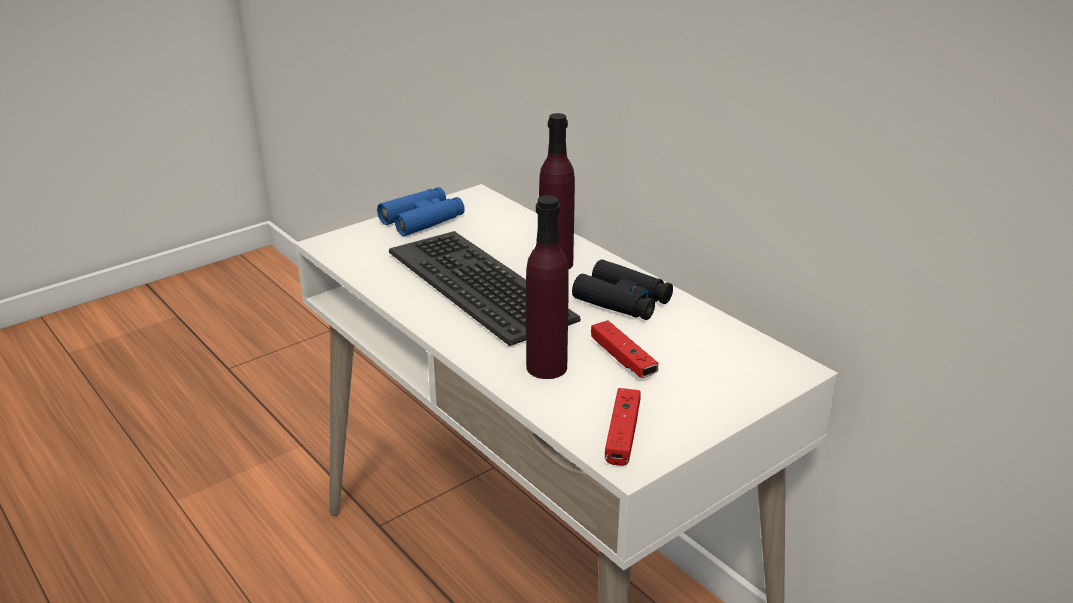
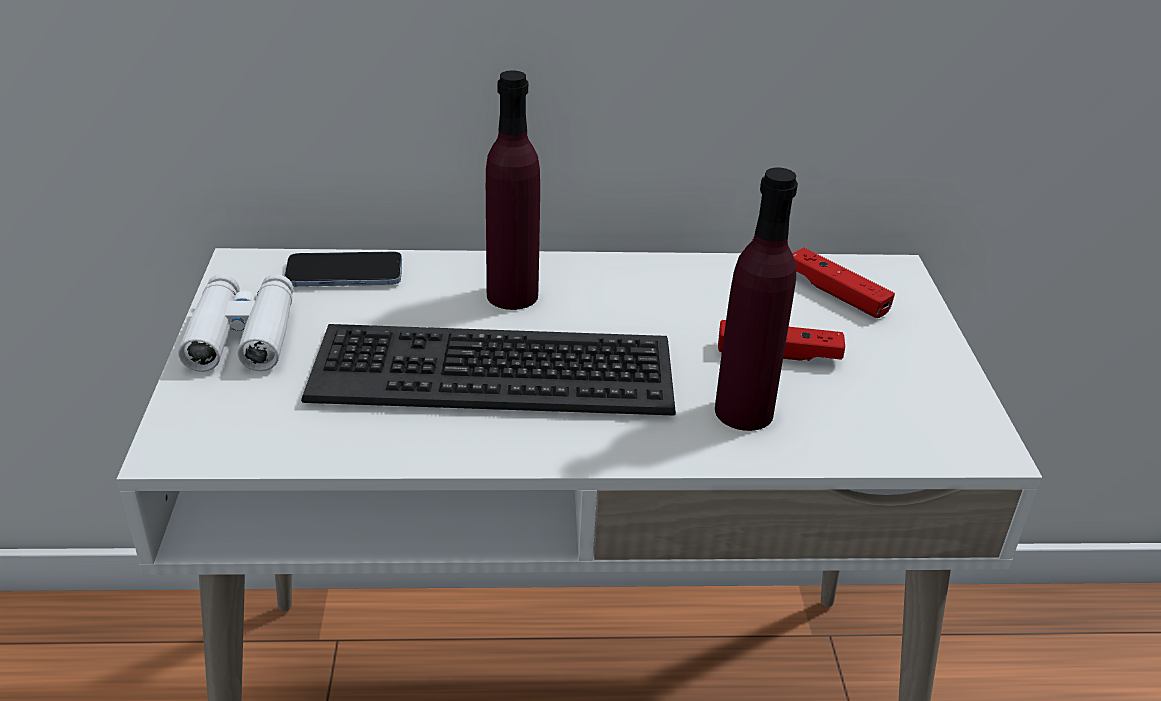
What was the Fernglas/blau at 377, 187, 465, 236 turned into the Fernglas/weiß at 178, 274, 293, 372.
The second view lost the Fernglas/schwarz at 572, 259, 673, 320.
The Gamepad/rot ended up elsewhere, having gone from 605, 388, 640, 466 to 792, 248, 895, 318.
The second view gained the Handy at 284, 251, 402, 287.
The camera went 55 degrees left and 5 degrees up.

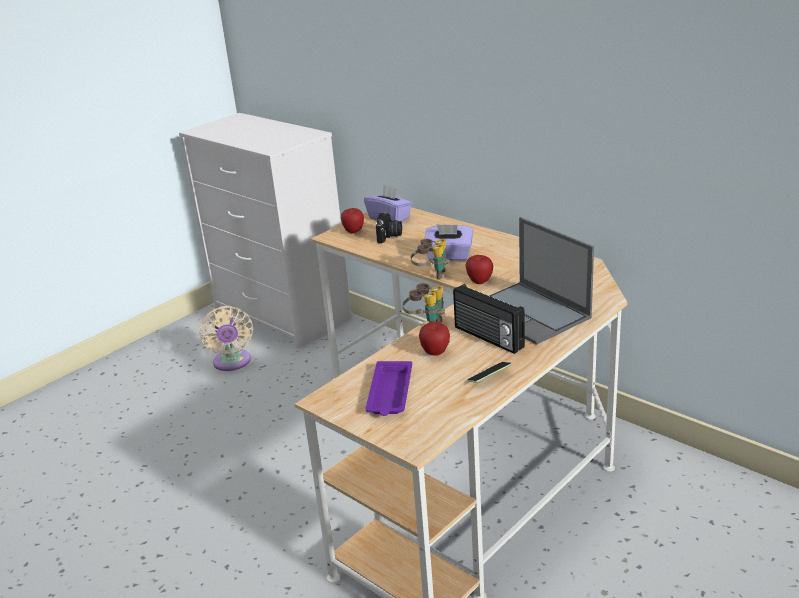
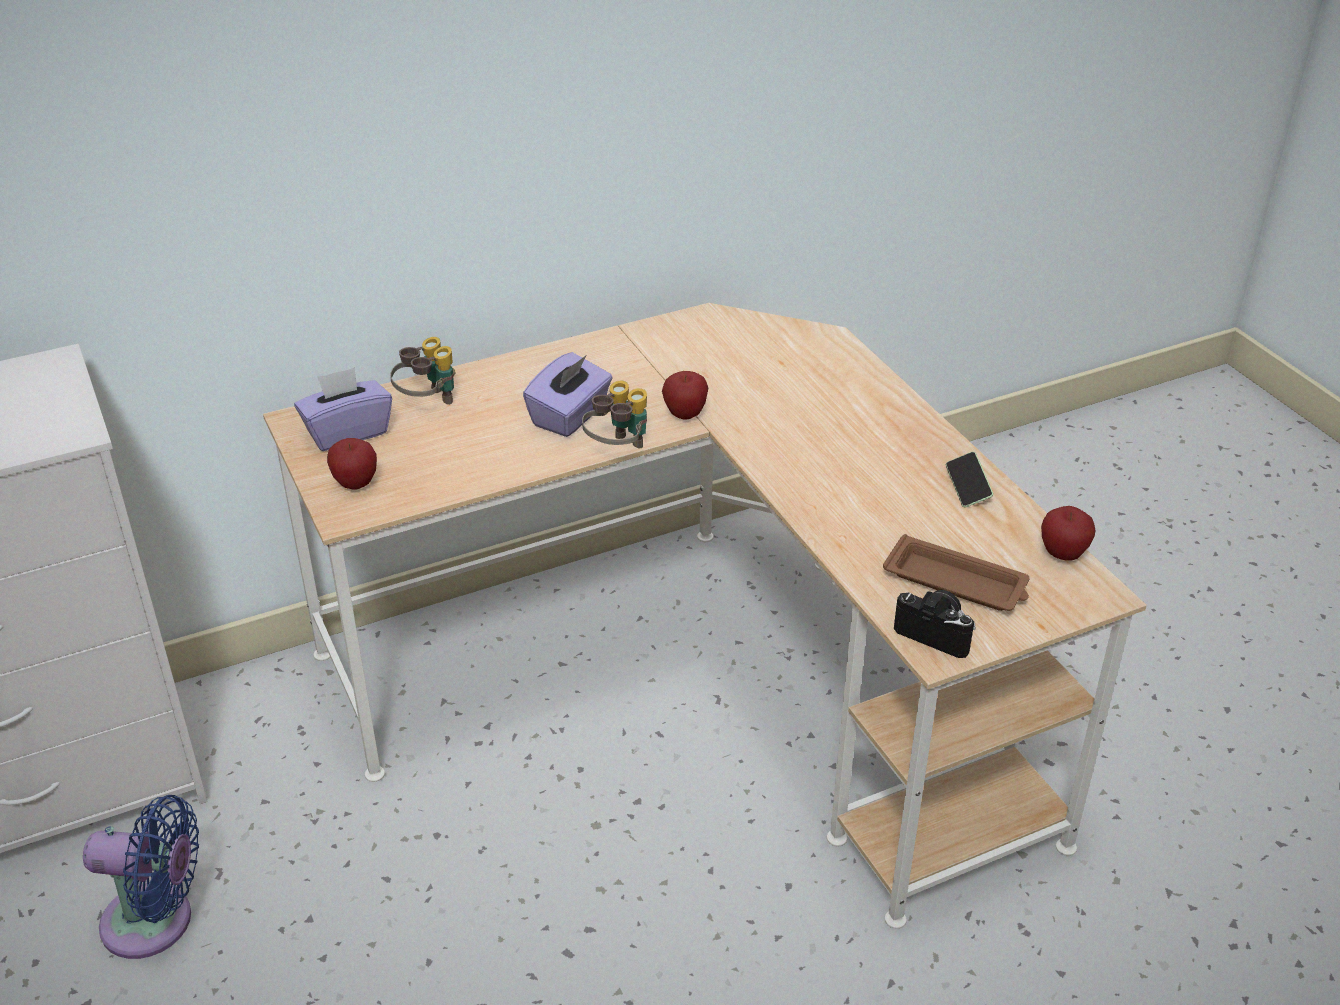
What was the Ventilator/beige at 199, 306, 253, 371 turned into the Ventilator/blau at 83, 795, 199, 959.
What was the Tablett/lila at 365, 361, 412, 416 turned into the Tablett/braun at 883, 534, 1030, 611.
The Kamera ended up elsewhere, having gone from 376, 212, 402, 244 to 894, 590, 976, 658.
The Fernglas ended up elsewhere, having gone from 403, 283, 445, 323 to 390, 337, 455, 405.
The Apfel ended up elsewhere, having gone from 419, 322, 450, 356 to 1041, 506, 1096, 561.
The second view lost the Radio at 453, 284, 525, 354.
The second view lost the Laptop at 489, 217, 594, 345.
The camera went 70 degrees left and 10 degrees up.

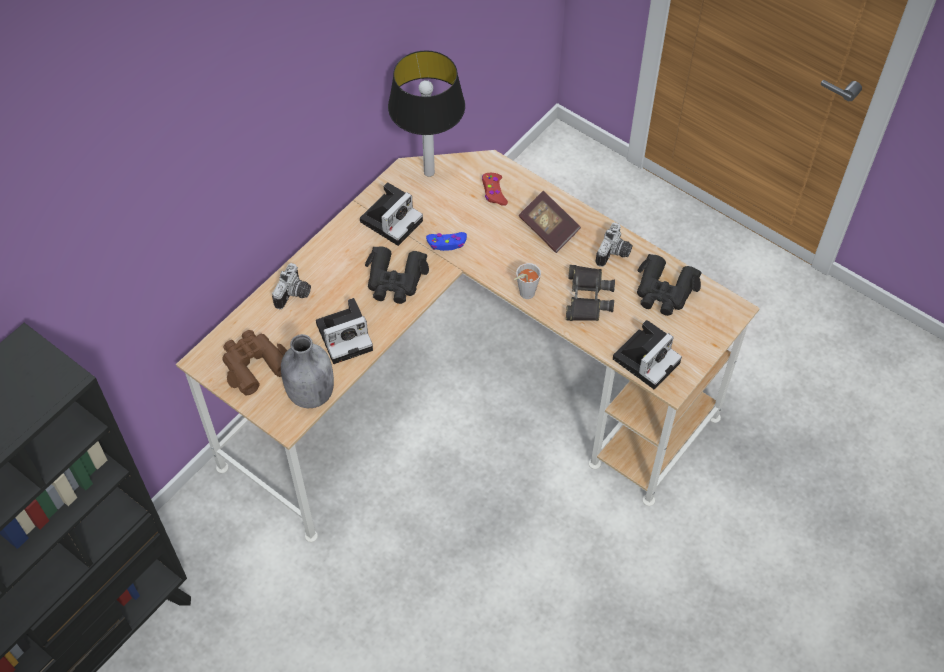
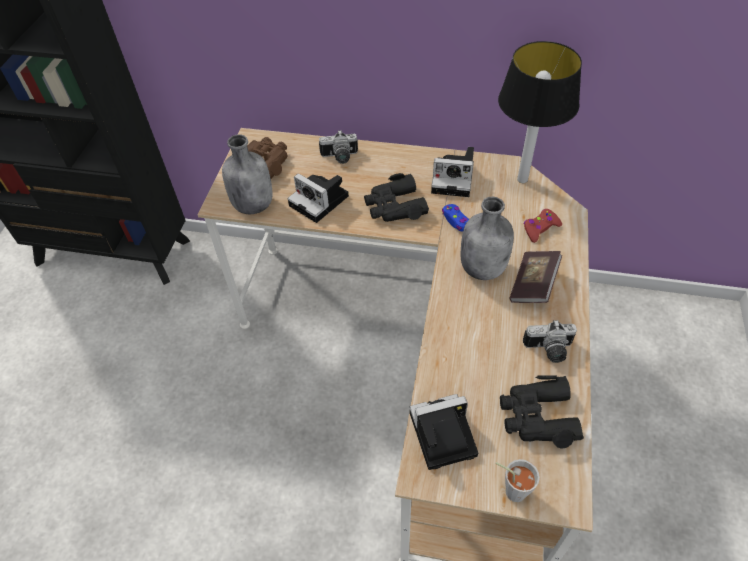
The Tasse/grau ended up elsewhere, having gone from 514, 263, 541, 299 to 496, 459, 540, 502.
The second view lost the Fernglas/schwarz at 566, 265, 615, 321.
The Kamera at 613, 320, 682, 389 ended up facing another way, 150 degrees clockwise from before.
The second view gained the Flasche/grau at 461, 197, 514, 280.
The camera went 65 degrees right and 5 degrees down.

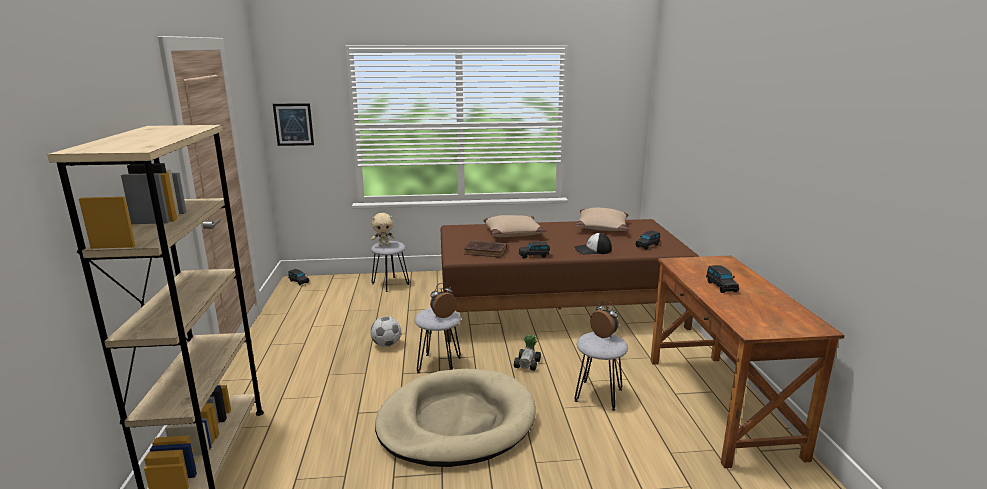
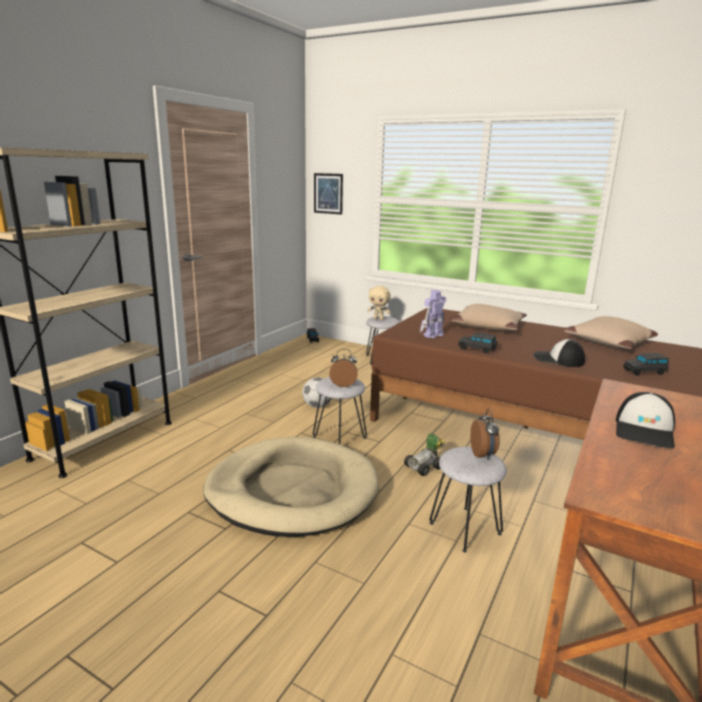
Where the Buch/braun stood at 464, 240, 507, 258, the Spielzeugroboter came to stand at 420, 290, 446, 338.
Where the Spielzeugauto/schwarz stood at 706, 265, 739, 293, the Kappe came to stand at 616, 392, 675, 448.
The camera went 35 degrees right and 0 degrees up.

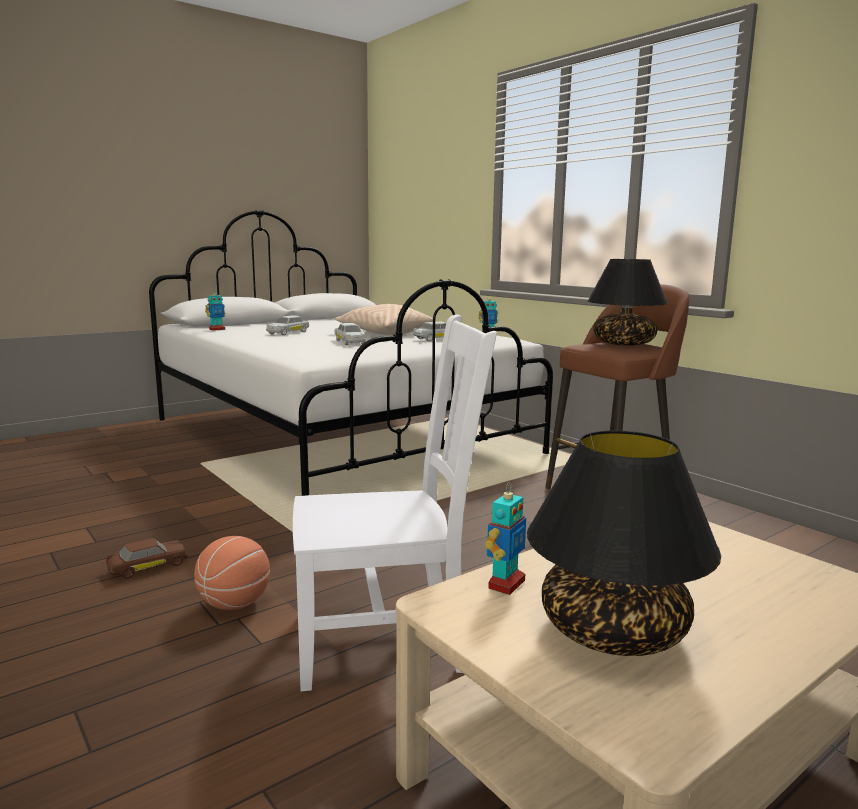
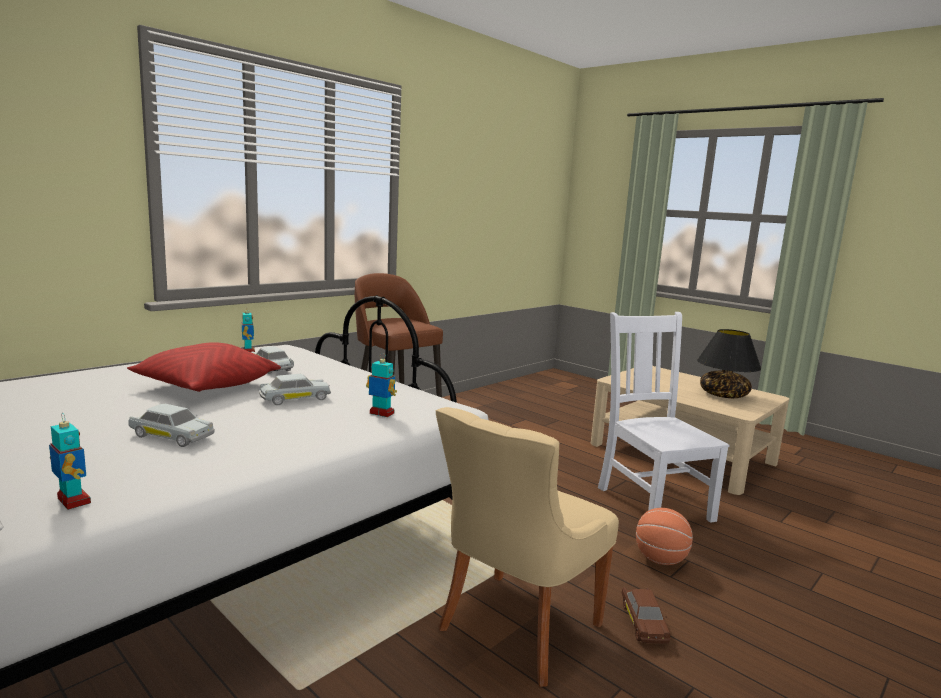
The Spielzeugauto/braun at 106, 538, 188, 579 ended up facing another way, 135 degrees counterclockwise from before.
What was the Kissen/beige at 334, 304, 433, 335 turned into the Kissen/rot at 127, 342, 281, 392.
The Spielzeugroboter ended up elsewhere, having gone from 485, 482, 526, 595 to 366, 355, 397, 417.
The second view lost the Tischlampe/schwarz at 588, 259, 668, 346.
The second view gained the Stuhl/beige at 436, 407, 619, 687.
The camera went 100 degrees left and 0 degrees up.

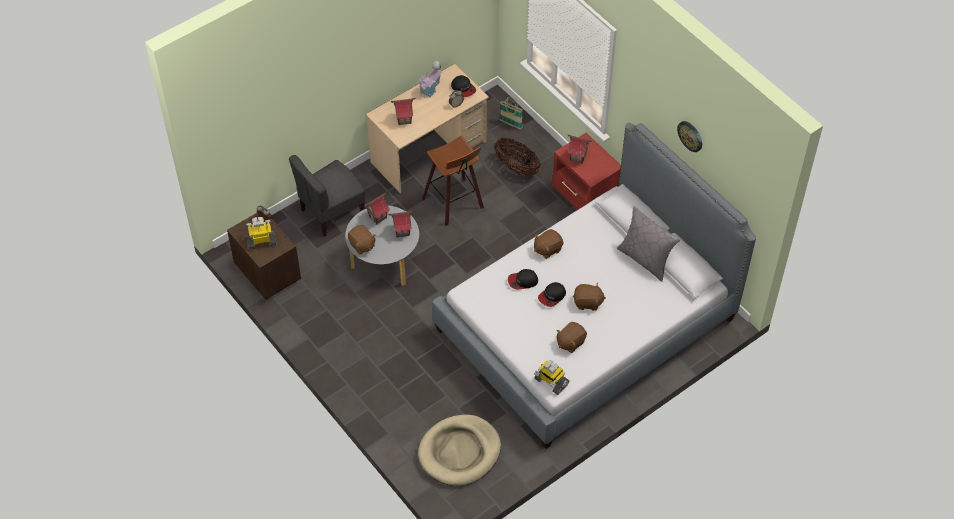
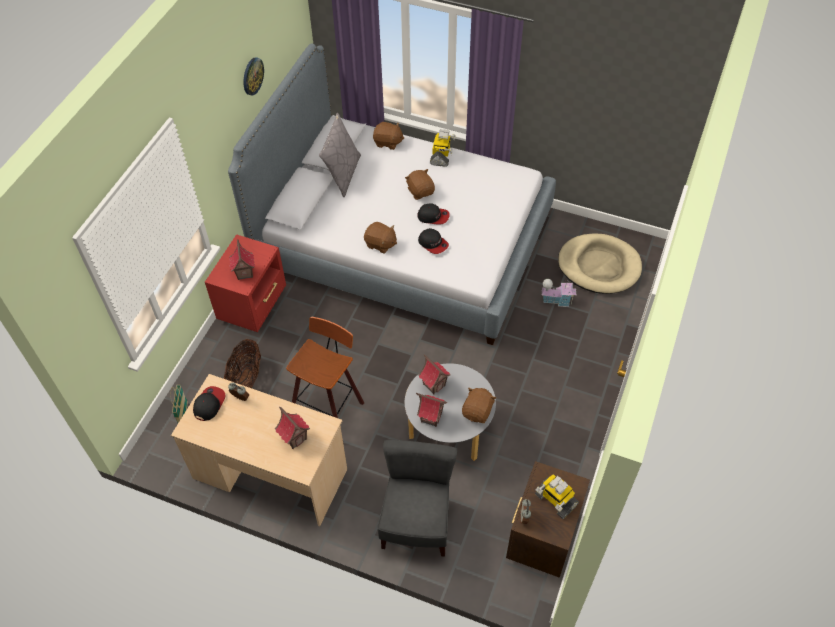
The Stuhl/grau at 289, 155, 365, 237 ended up facing another way, 105 degrees counterclockwise from before.
The Spielzeughaus ended up elsewhere, having gone from 418, 61, 442, 98 to 542, 279, 576, 307.
The Spielzeugroboter ended up elsewhere, having gone from 534, 360, 569, 395 to 430, 129, 456, 167.
The Plüschtier/braun ended up elsewhere, having gone from 557, 322, 587, 353 to 373, 122, 404, 150.
The camera went 120 degrees left and 0 degrees up.

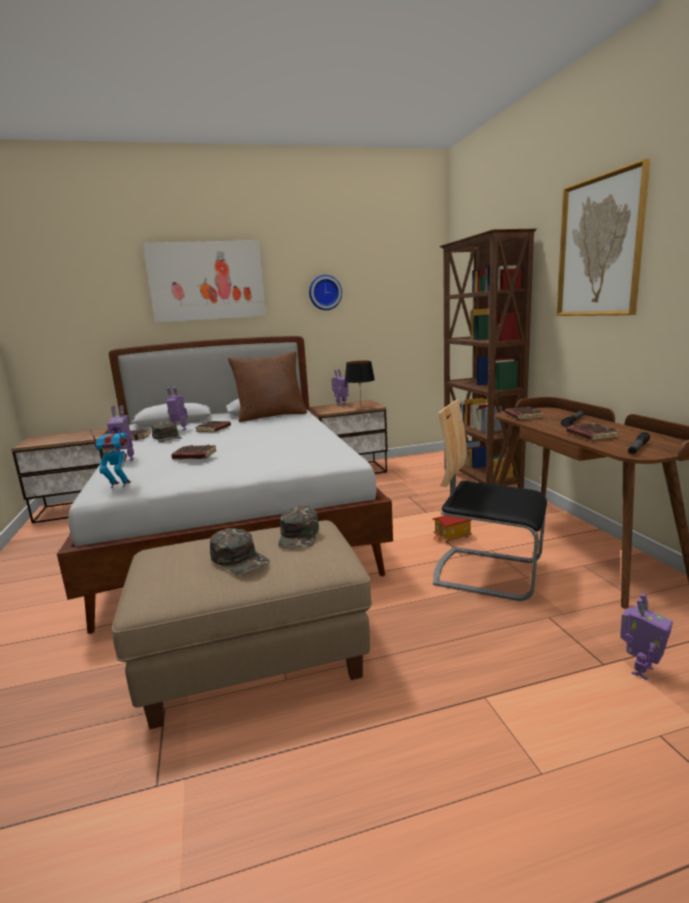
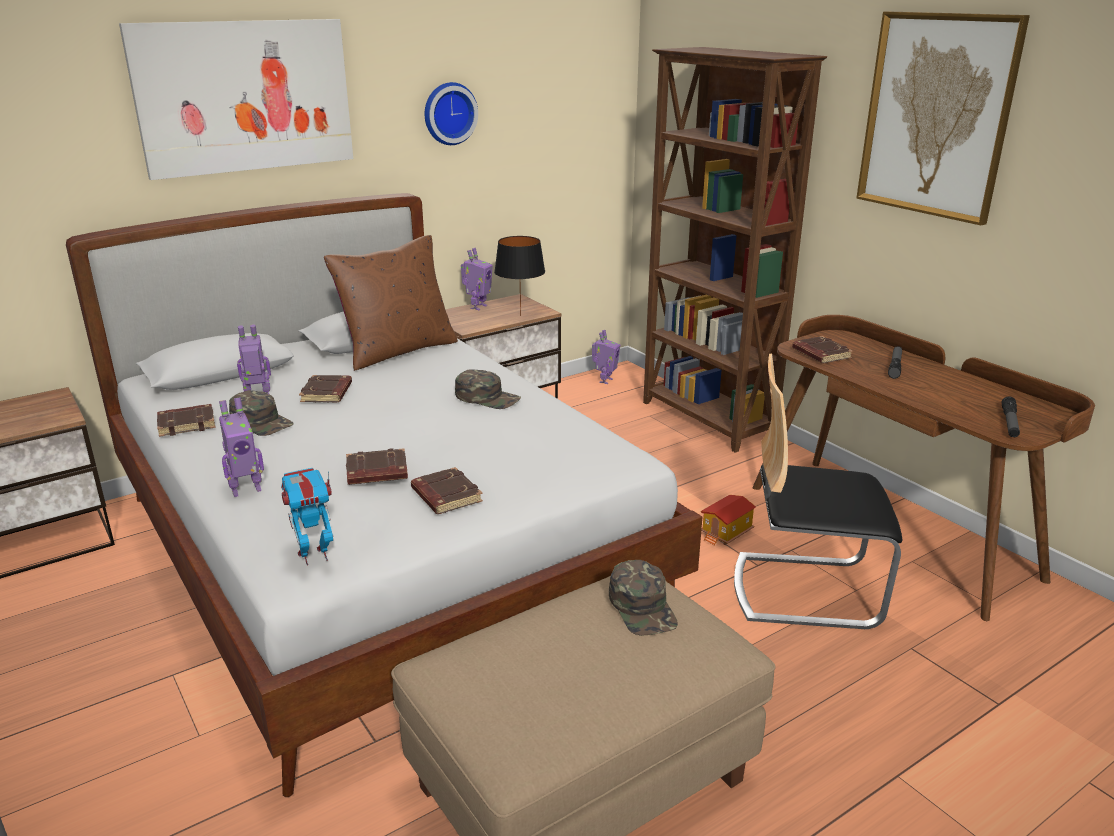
The Kappe/grün ended up elsewhere, having gone from 210, 528, 269, 574 to 455, 369, 521, 409.
The Buch/braun ended up elsewhere, having gone from 566, 423, 620, 441 to 411, 467, 483, 514.
The Spielzeugroboter ended up elsewhere, having gone from 620, 594, 673, 680 to 592, 330, 620, 384.
The camera went 20 degrees left and 10 degrees up.

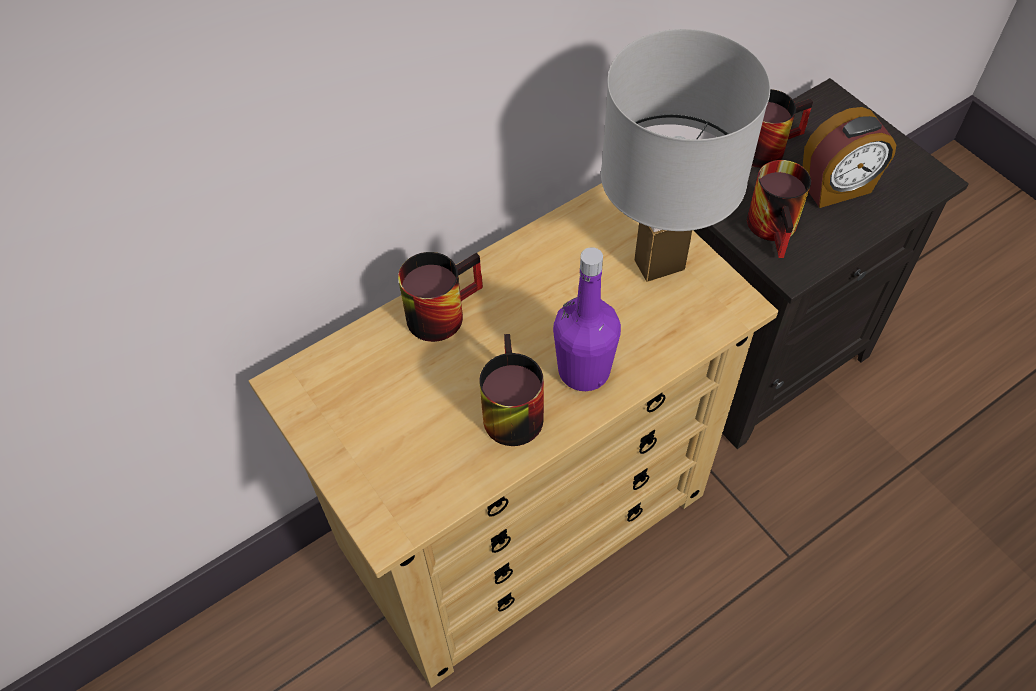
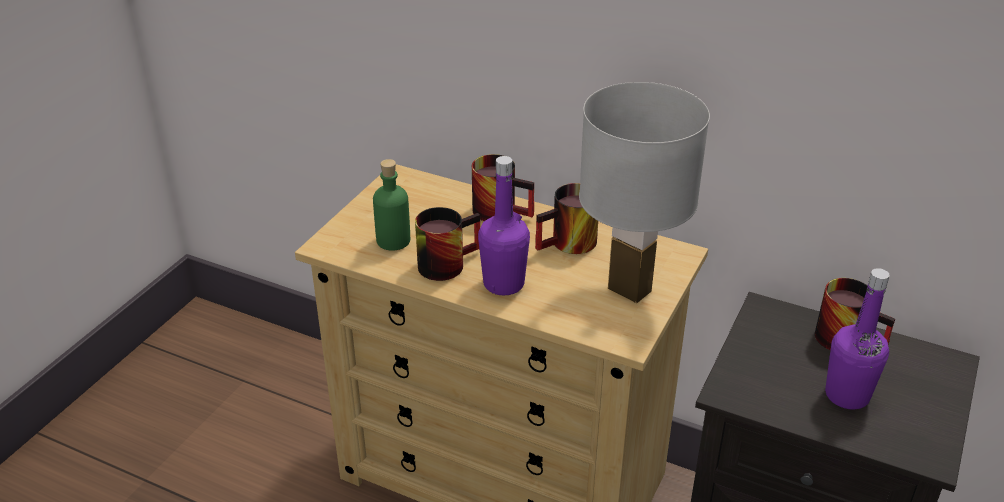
The Henkelbecher ended up elsewhere, having gone from 747, 160, 811, 258 to 535, 183, 598, 254.
Where the Wecker stood at 803, 107, 896, 208, the Flasche/lila came to stand at 825, 268, 890, 410.
The second view gained the Flasche/grün at 373, 159, 410, 251.
The camera went 60 degrees right and 20 degrees down.

